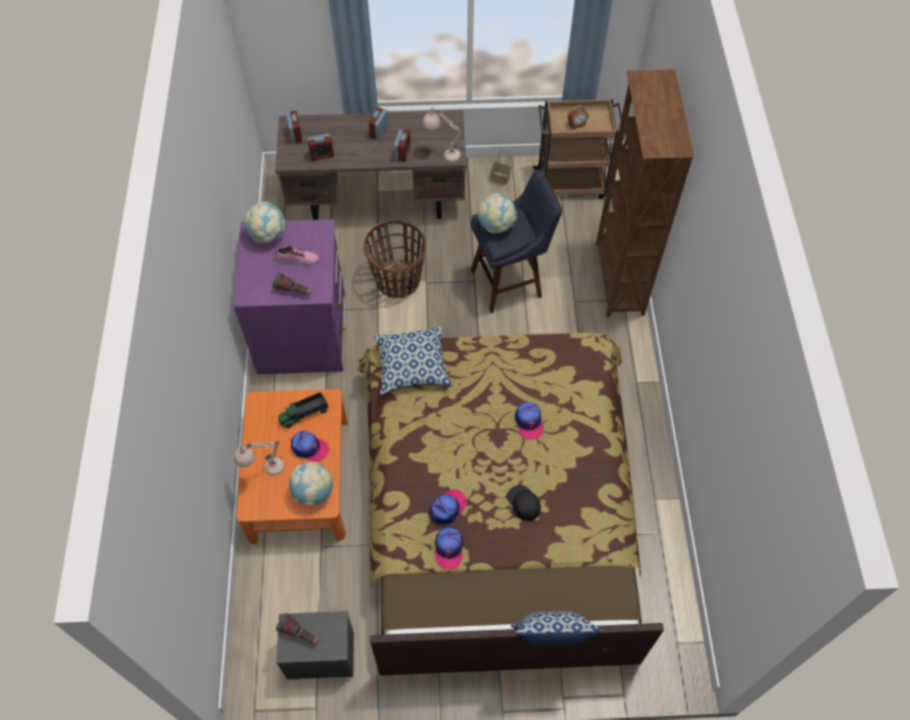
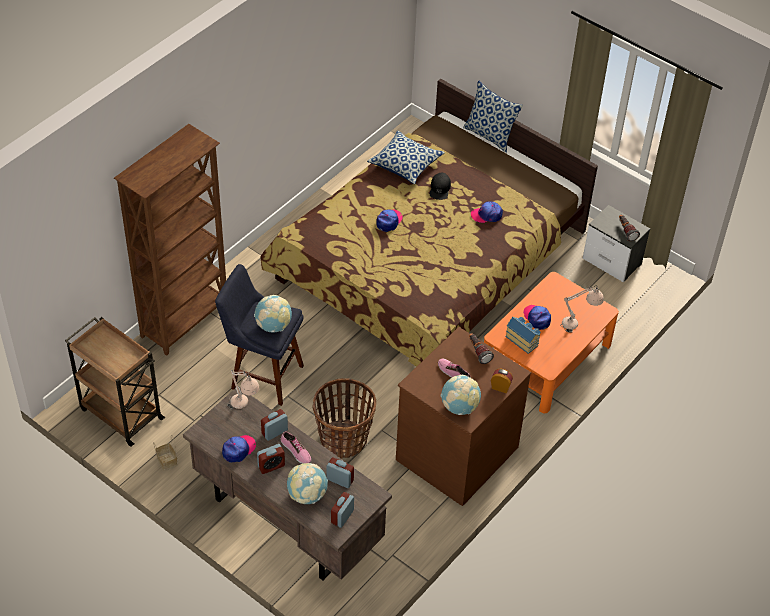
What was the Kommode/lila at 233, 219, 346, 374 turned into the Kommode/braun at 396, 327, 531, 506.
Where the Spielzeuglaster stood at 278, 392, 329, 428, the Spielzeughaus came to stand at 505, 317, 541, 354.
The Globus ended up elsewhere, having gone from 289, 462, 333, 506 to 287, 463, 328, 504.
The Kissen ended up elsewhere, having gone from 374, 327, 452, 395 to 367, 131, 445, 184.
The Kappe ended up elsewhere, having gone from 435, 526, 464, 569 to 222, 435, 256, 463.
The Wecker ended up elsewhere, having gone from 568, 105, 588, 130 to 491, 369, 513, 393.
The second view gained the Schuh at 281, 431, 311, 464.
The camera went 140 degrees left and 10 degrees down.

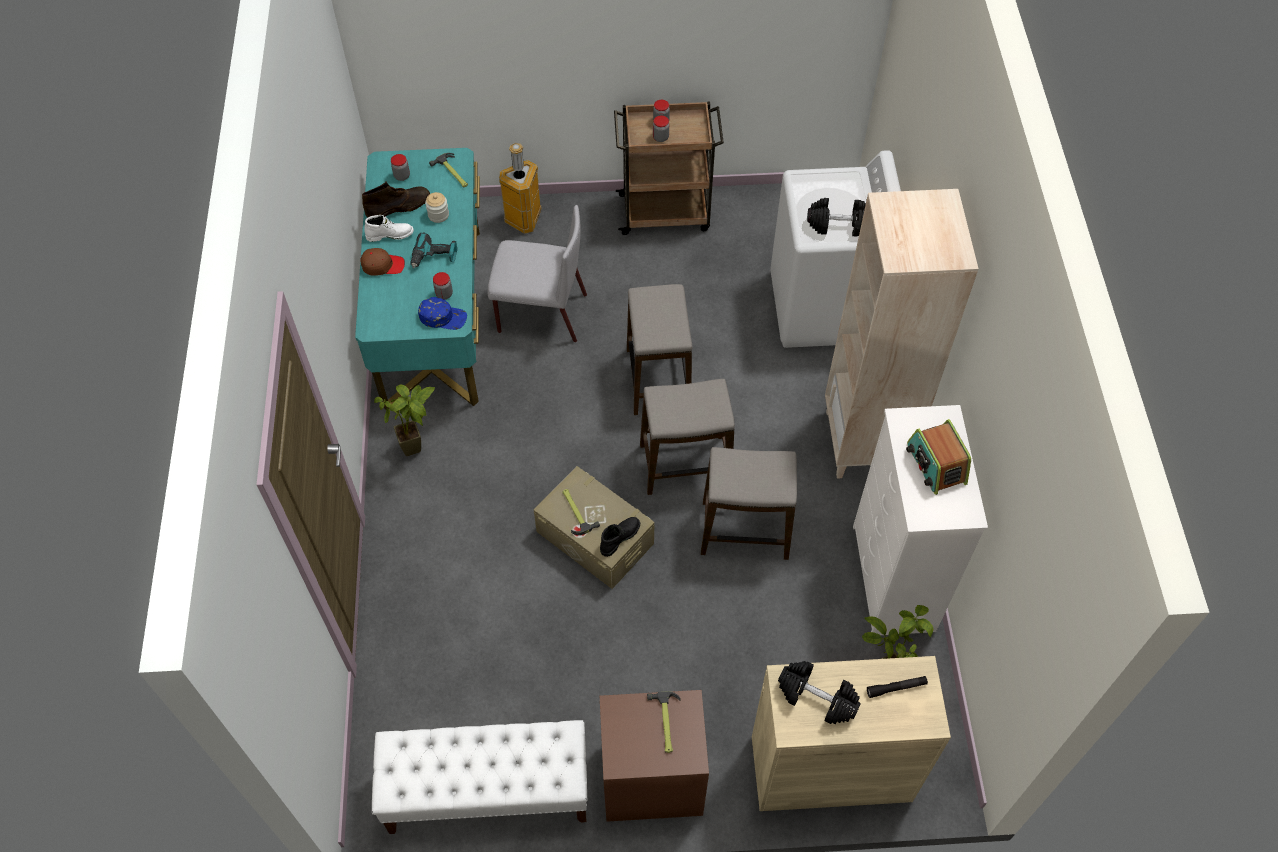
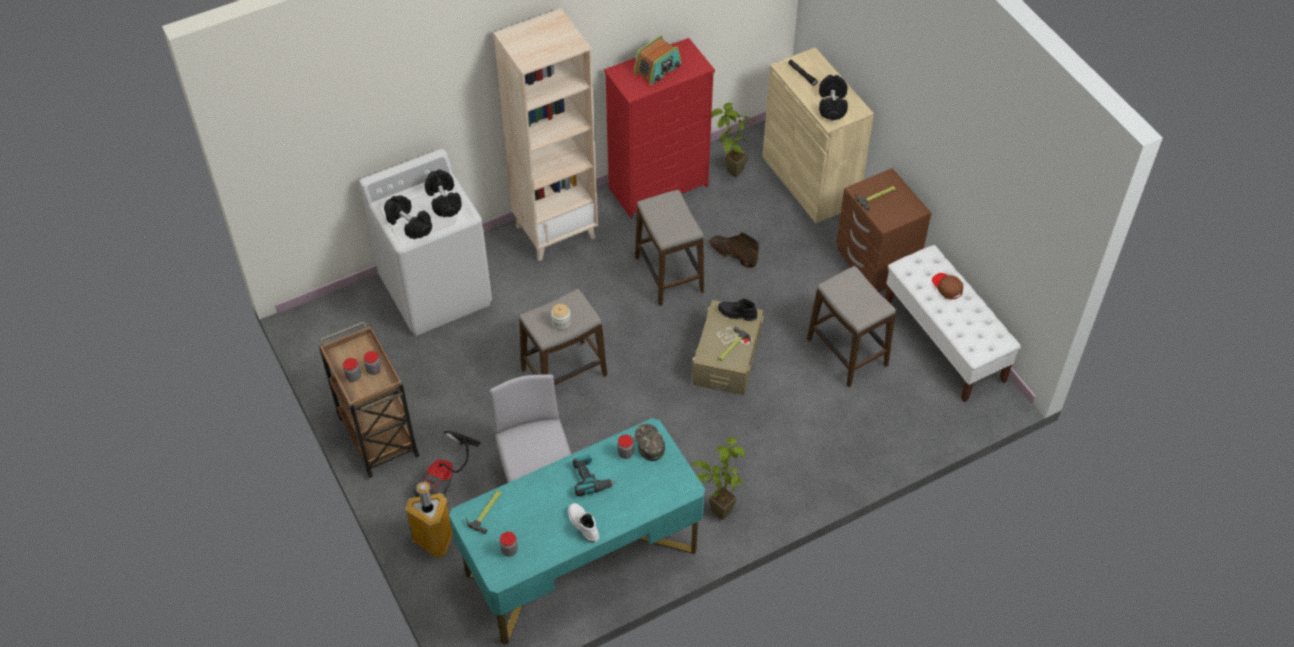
The Kappe/braun ended up elsewhere, having gone from 360, 248, 405, 276 to 932, 273, 963, 300.
The Stiefel/braun ended up elsewhere, having gone from 362, 181, 430, 218 to 709, 232, 759, 268.
What was the Kappe/blau at 418, 297, 467, 330 turned into the Kappe/grün at 635, 424, 665, 461.
The Vorratsglas ended up elsewhere, having gone from 425, 192, 449, 223 to 551, 304, 571, 330.
The Hocker ended up elsewhere, having gone from 640, 379, 735, 495 to 807, 266, 896, 387.
What was the Kommode/weiß at 853, 405, 988, 635 turned into the Kommode/rot at 604, 38, 715, 218.
The second view gained the Hantel/schwarz at 384, 195, 432, 239.
The second view gained the Staubsauger at 413, 431, 481, 497.
The camera went 115 degrees left and 5 degrees down.

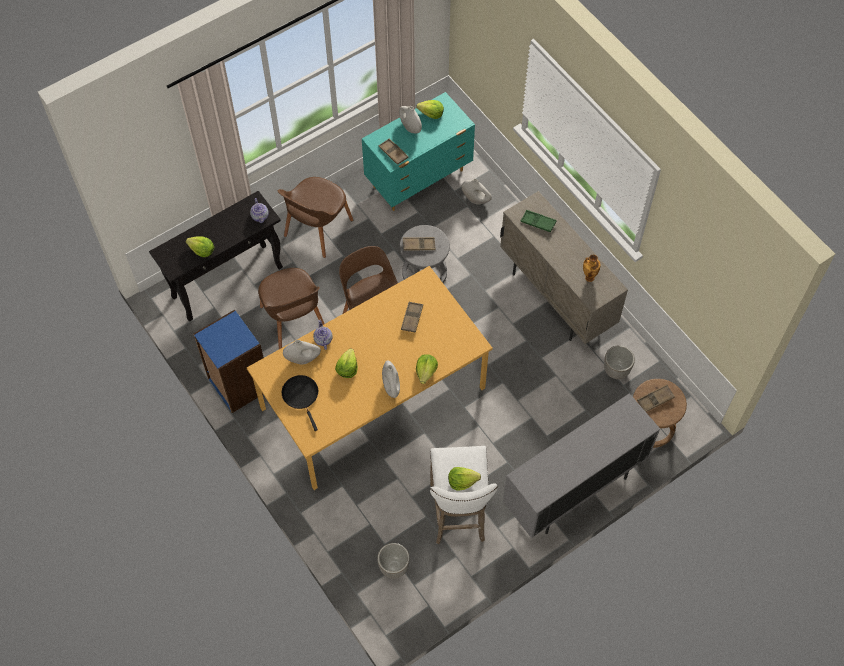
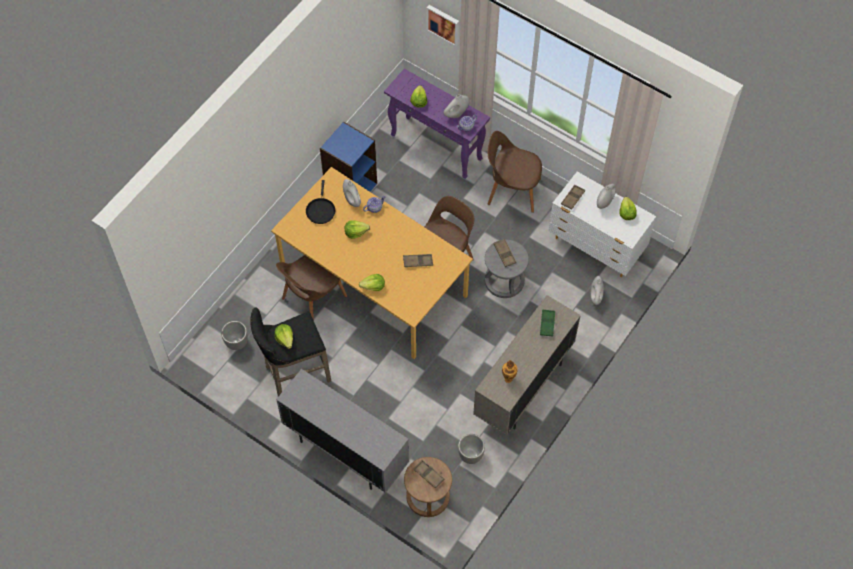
What was the Konsolentisch/schwarz at 149, 191, 283, 322 turned into the Konsolentisch/lila at 384, 68, 490, 179.
The Stuhl/braun ended up elsewhere, having gone from 258, 268, 325, 349 to 276, 255, 347, 321.
The Pfanne/schwarz at 282, 375, 318, 431 ended up facing another way, 135 degrees clockwise from before.
What was the Kommode/türkis at 362, 92, 475, 211 turned into the Kommode/weiß at 548, 172, 656, 277.
The Vase/weiß ended up elsewhere, having gone from 382, 360, 400, 398 to 444, 94, 470, 118.
What was the Hocker/weiß at 430, 446, 498, 544 turned into the Hocker/schwarz at 250, 307, 331, 397.
The second view gained the Bild at 427, 5, 459, 46.
The camera went 70 degrees right and 0 degrees up.

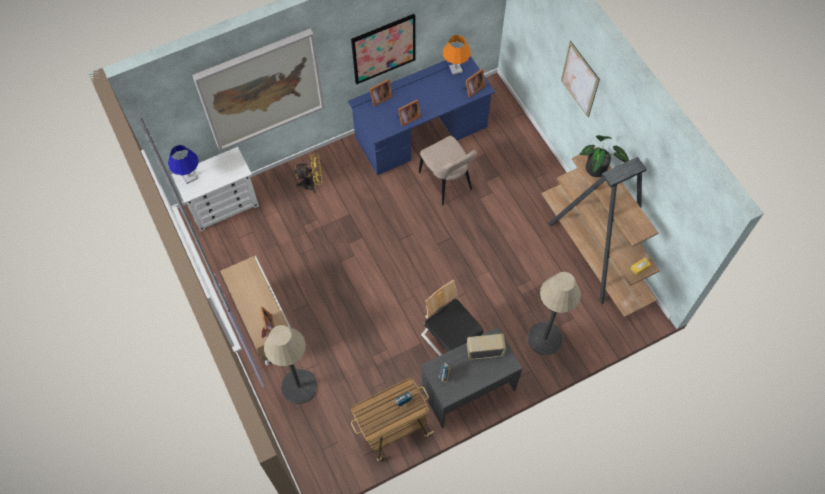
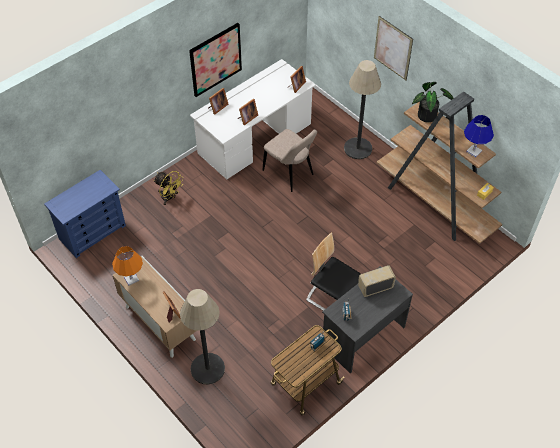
The Tischlampe/blau ended up elsewhere, having gone from 168, 145, 199, 184 to 464, 115, 494, 158.
What was the Kommode/weiß at 171, 147, 259, 232 turned into the Kommode/blau at 44, 170, 126, 258.
The second view lost the Bild at 192, 28, 325, 151.
The Ventilator/gelb at 294, 153, 322, 193 ended up facing another way, 60 degrees clockwise from before.
What was the Schreibtisch/blau at 348, 56, 495, 176 turned into the Schreibtisch/weiß at 190, 59, 316, 180.
The Tischlampe/orange ended up elsewhere, having gone from 443, 35, 471, 75 to 112, 246, 143, 286.
The Stehlampe ended up elsewhere, having gone from 528, 272, 581, 355 to 344, 60, 381, 159.
The camera went 15 degrees left and 10 degrees down.

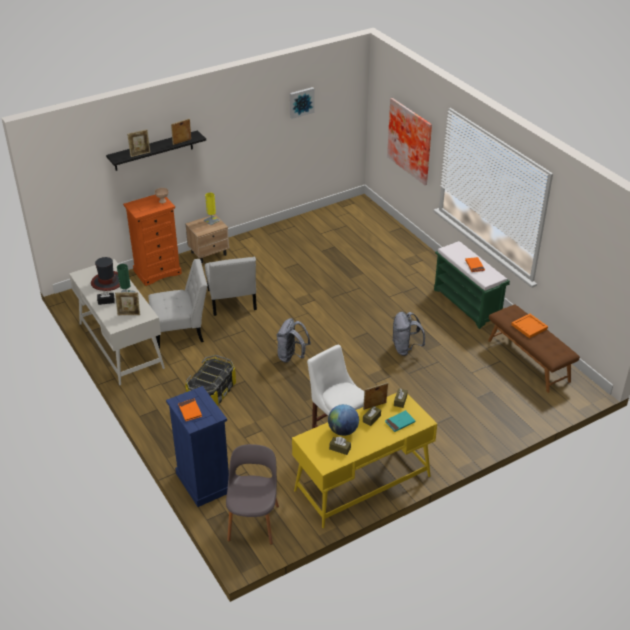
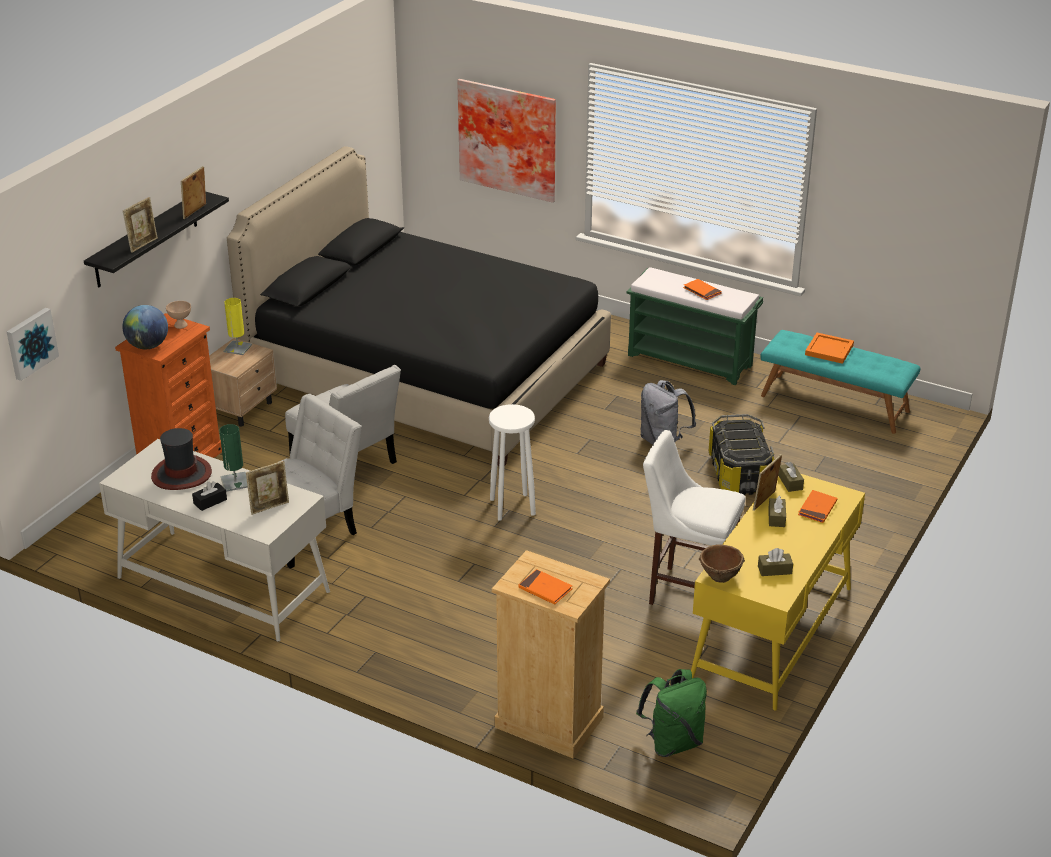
What was the Kommode/blau at 166, 386, 229, 507 turned into the Kommode/beige at 492, 550, 610, 758.
The Aufbewahrungsbox ended up elsewhere, having gone from 185, 355, 236, 406 to 709, 414, 774, 495.
Where the Stuhl/grau stood at 226, 444, 279, 545, the Rucksack/grün came to stand at 636, 669, 707, 757.
Where the Rucksack/grau stood at 276, 318, 311, 363, the Hocker/weiß came to stand at 489, 404, 536, 521.
The Bild ended up elsewhere, having gone from 290, 87, 314, 119 to 7, 308, 59, 381.
The Globus ended up elsewhere, having gone from 328, 404, 359, 436 to 122, 305, 168, 349.
What was the Buch/türkis at 385, 410, 415, 432 turned into the Buch/orange at 798, 490, 838, 523.
What was the Bank/braun at 488, 304, 580, 393 turned into the Bank/türkis at 760, 330, 921, 434.
The second view gained the Bett/schwarz at 227, 146, 611, 466.
The second view gained the Schüssel/braun at 699, 544, 745, 583.
The camera went 30 degrees left and 5 degrees down.

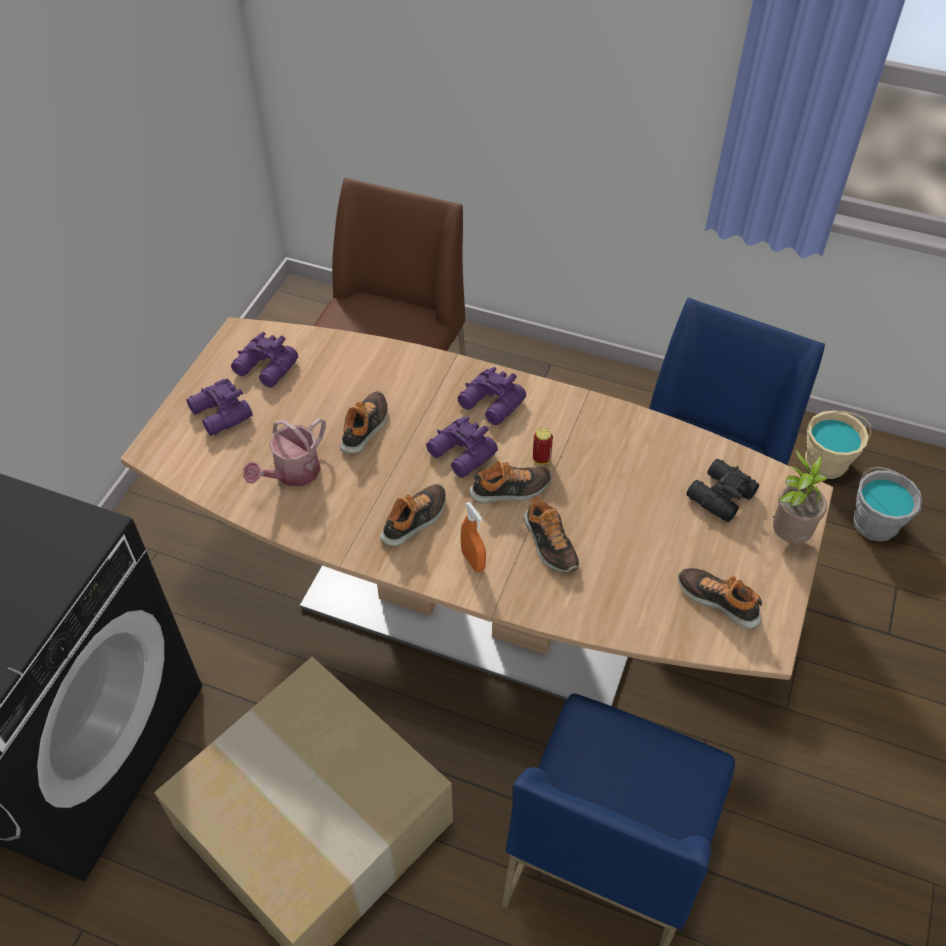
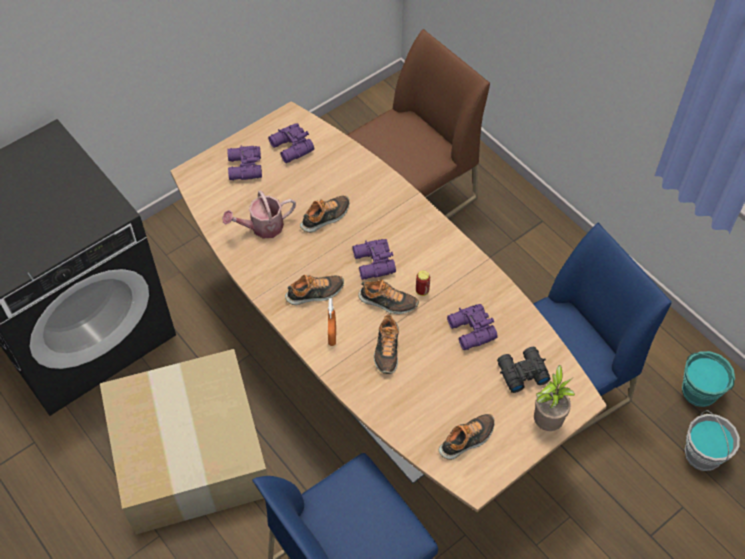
The Fernglas/lila ended up elsewhere, having gone from 457, 367, 526, 425 to 447, 304, 498, 350.
The Schuh at 678, 568, 762, 629 ended up facing another way, 75 degrees clockwise from before.
What was the Eimer/beige at 805, 411, 871, 479 turned into the Eimer/türkis at 682, 351, 735, 407.
The camera went 30 degrees right and 5 degrees up.

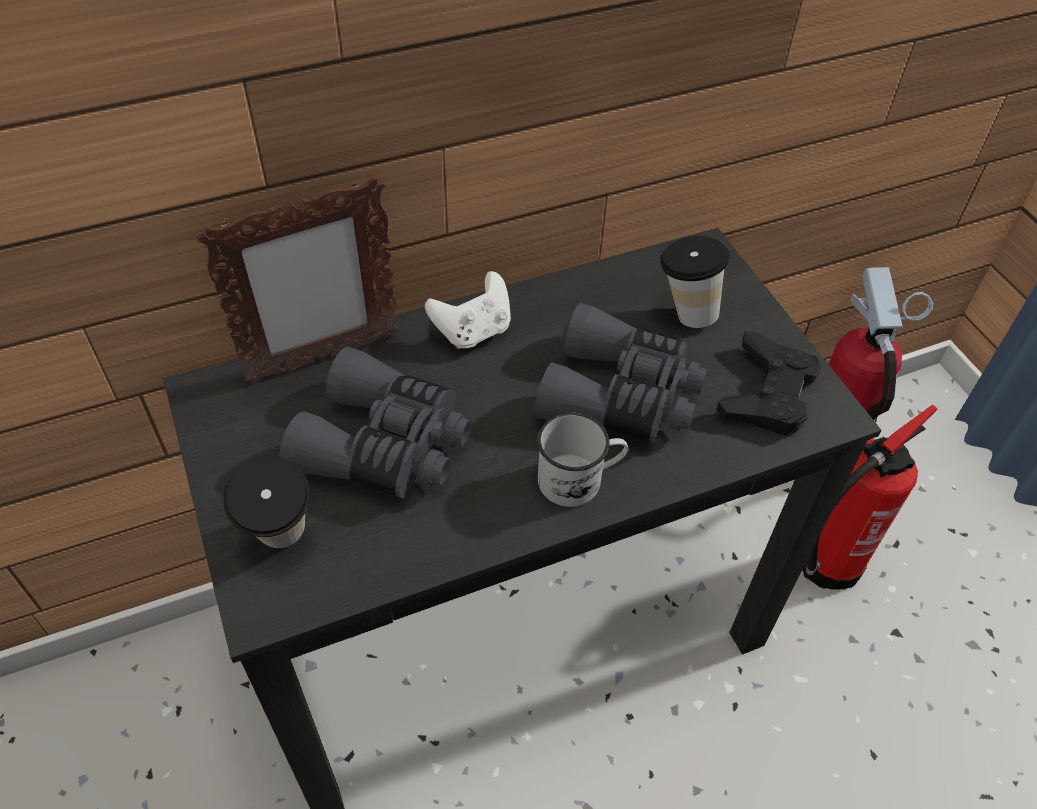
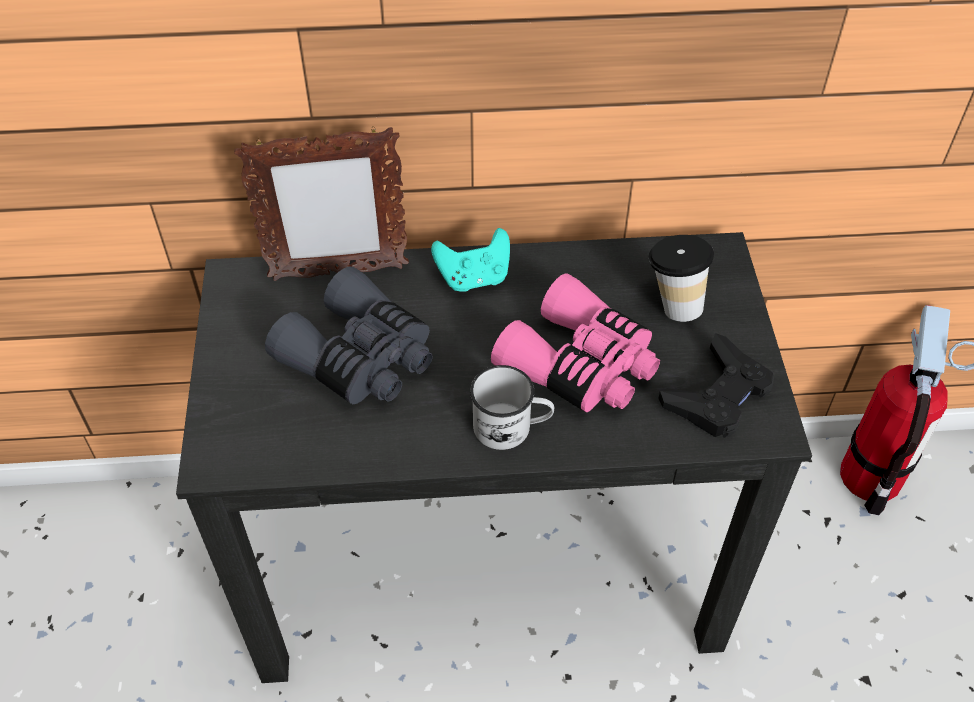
The second view lost the Tasse at 223, 456, 310, 548.
What was the Gamepad/weiß at 425, 271, 511, 349 turned into the Gamepad/türkis at 431, 228, 510, 292.
What was the Fernglas/grau at 535, 303, 708, 443 turned into the Fernglas/rosa at 491, 273, 660, 412.
The second view lost the Feuerlöscher at 802, 405, 938, 590.
The camera went 20 degrees right and 0 degrees up.

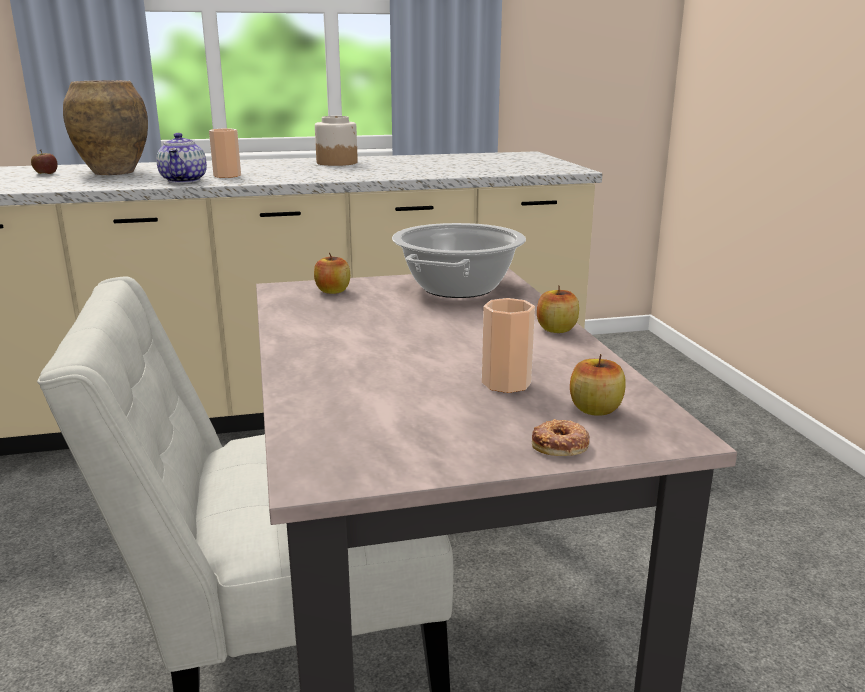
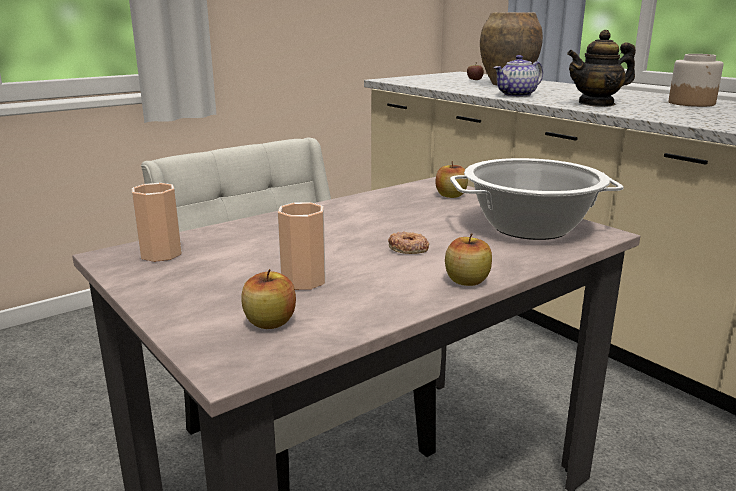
The Tasse ended up elsewhere, having gone from 209, 129, 241, 178 to 132, 183, 182, 262.
The Donut ended up elsewhere, having gone from 532, 419, 590, 456 to 388, 231, 429, 254.
The second view gained the Teekanne at 567, 30, 636, 107.
The camera went 65 degrees right and 0 degrees up.

